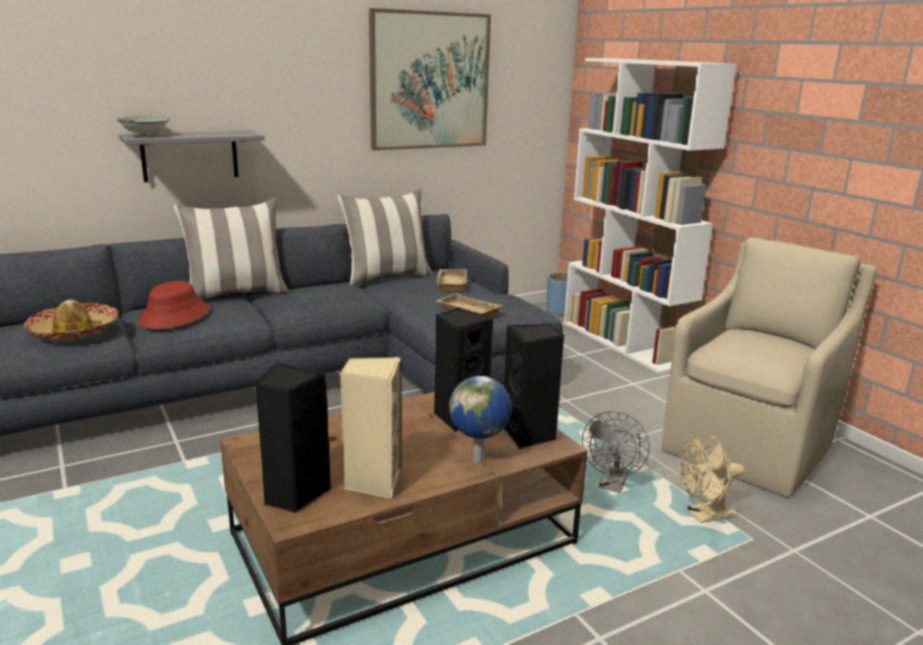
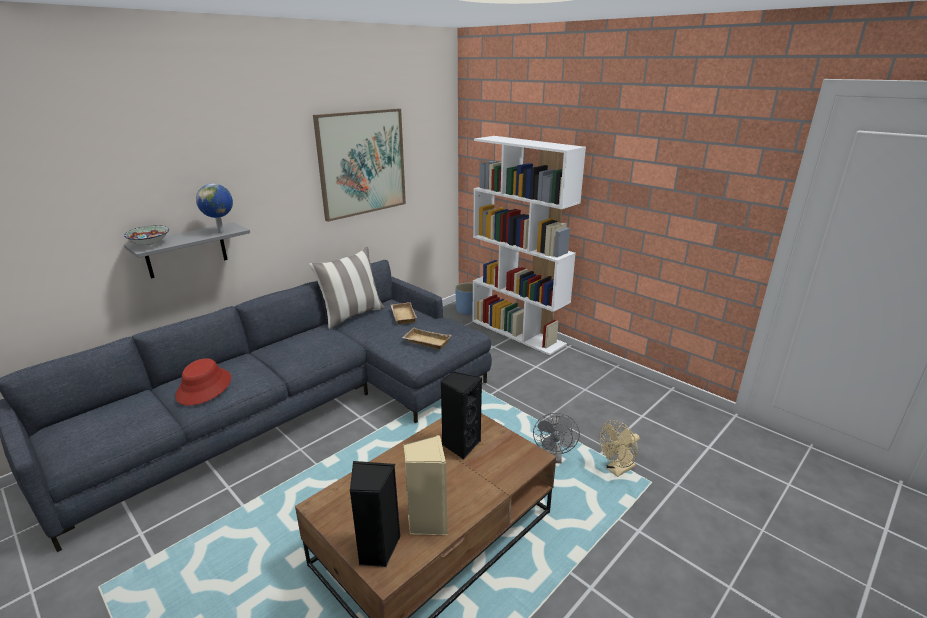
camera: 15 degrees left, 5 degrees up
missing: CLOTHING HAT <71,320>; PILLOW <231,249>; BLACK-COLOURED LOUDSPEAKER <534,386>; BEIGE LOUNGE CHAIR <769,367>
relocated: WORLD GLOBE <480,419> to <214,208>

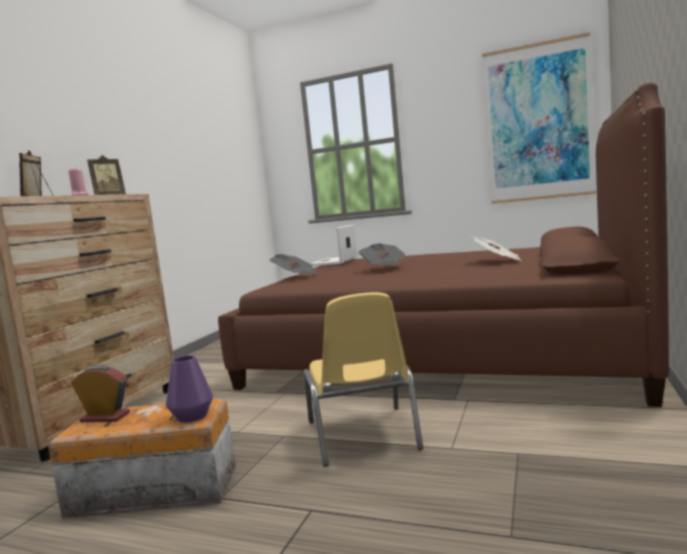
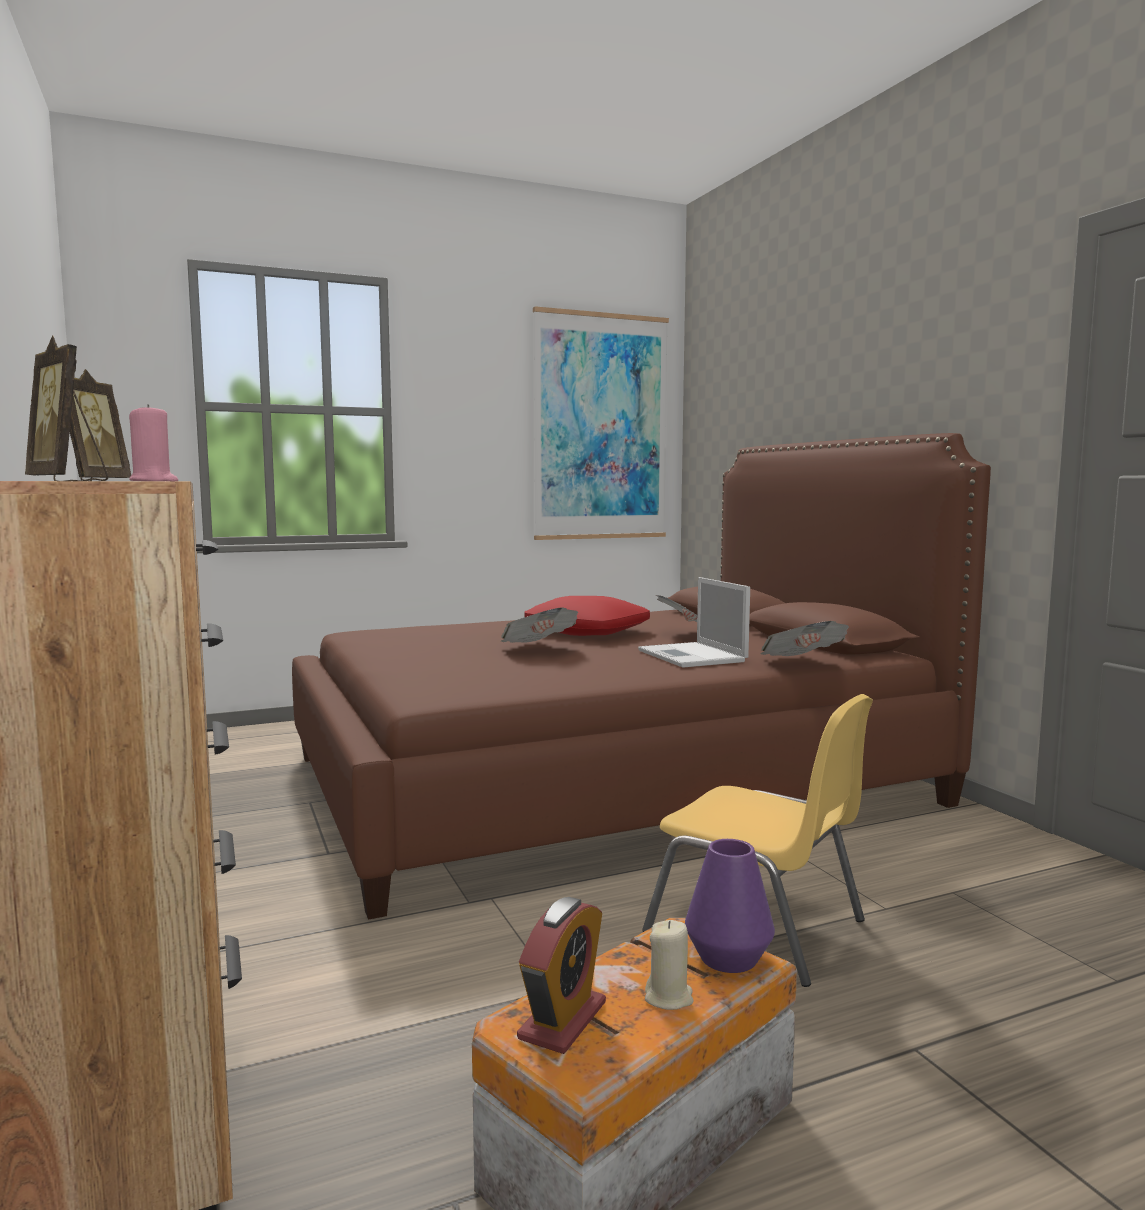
camera: 45 degrees left, 0 degrees up
appeared: RED-COLOURED PILLOW <587,616>; BEIGE CANDLE <669,965>
relocated: NOTEBOOK COMPUTER <333,245> to <694,622>; NEWSPAPER <293,264> to <804,638>
spun: ALARM CLOCK <100,393> = <561,975> 150 degrees clockwise

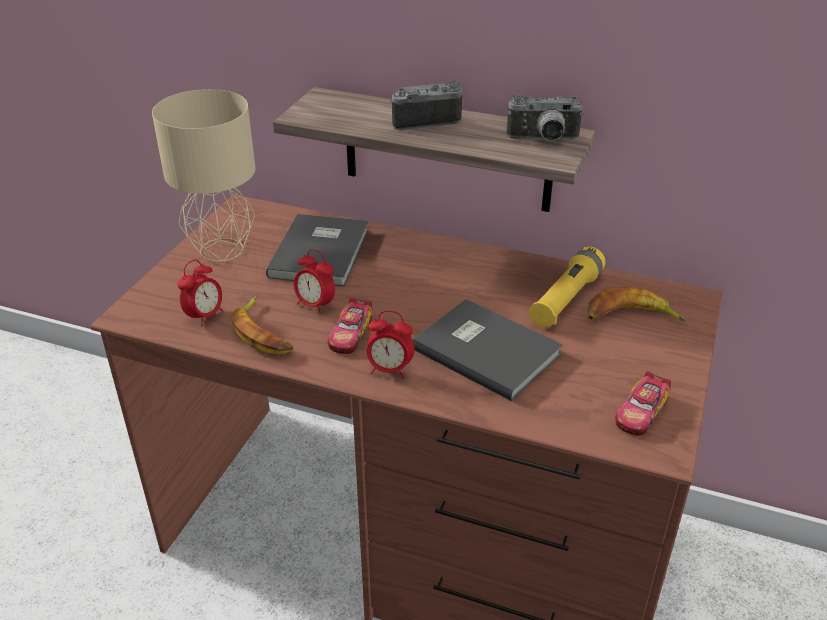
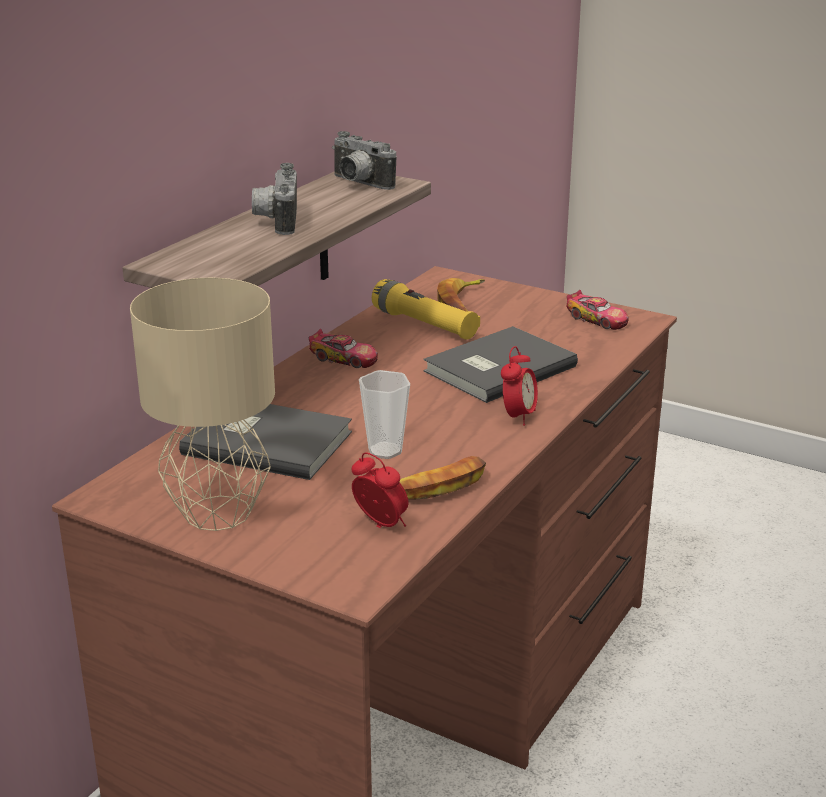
camera: 80 degrees left, 10 degrees down
relocated: MINIATURE CAR <350,326> to <343,348>
exchanged: ALARM CLOCK <314,282> to SMALL CUP <384,414>
spun: PHOTO CAMERA <545,117> = <364,160> 120 degrees clockwise

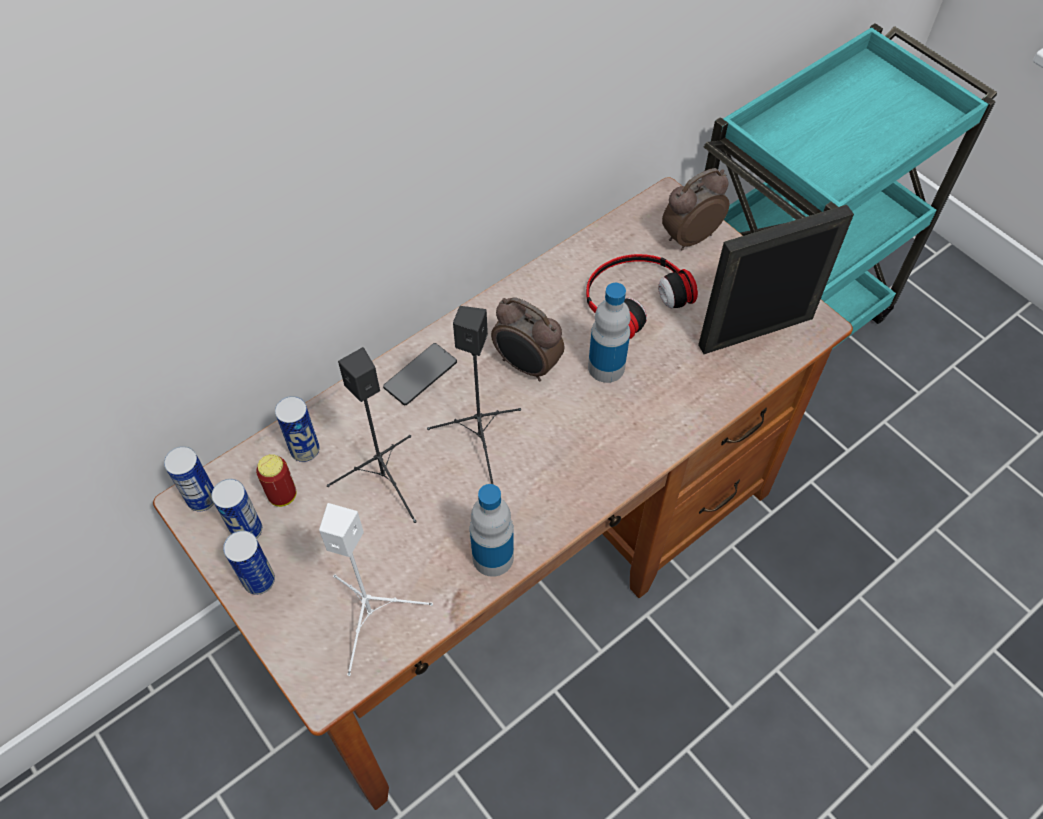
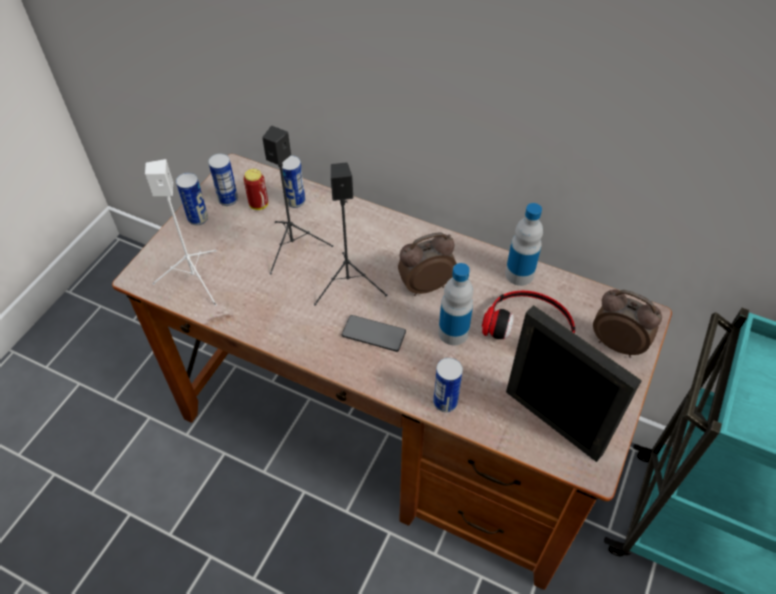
camera: 65 degrees right, 5 degrees down
relocated: HANDSET <420,374> to <374,333>; CAN <189,478> to <448,385>; BOTTLE <492,530> to <524,244>
spun: ALARM CLOCK <527,339> = <427,264> 60 degrees clockwise

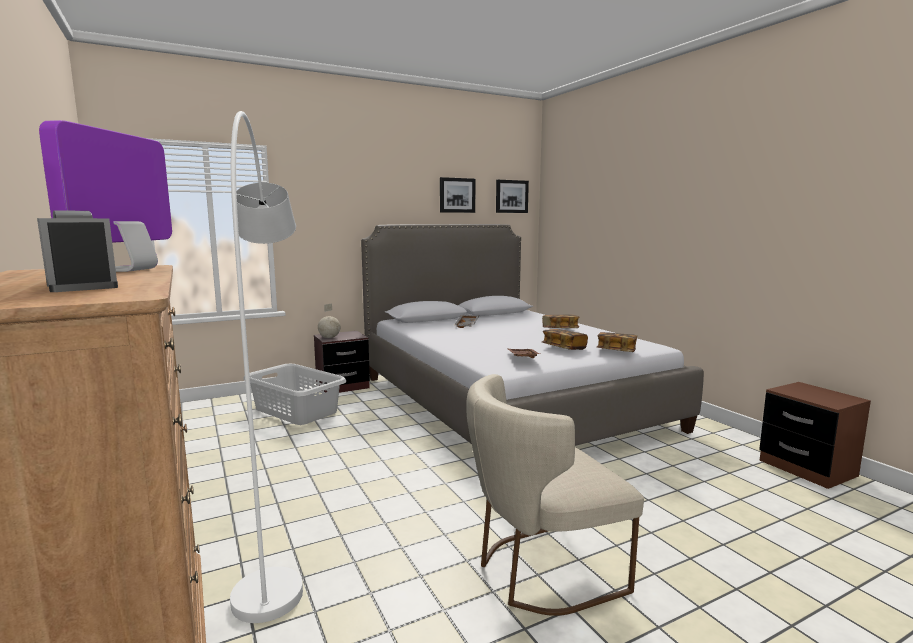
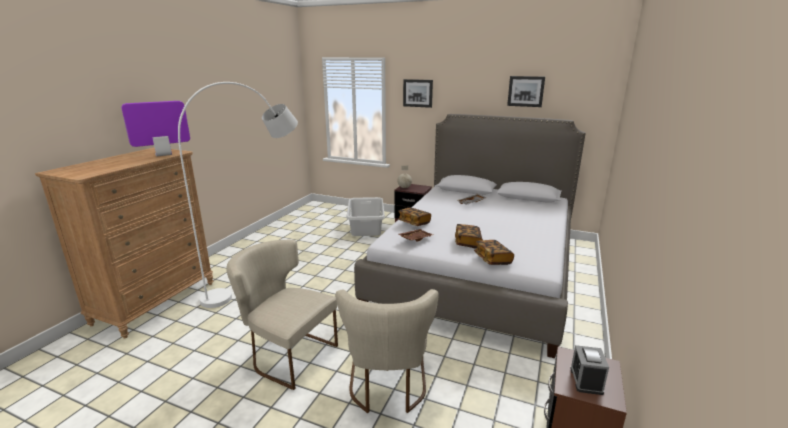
camera: 50 degrees right, 10 degrees up
appeared: BEIGE CHAIR <387,351>
relocated: BOOK <561,321> to <414,216>; WALL ART <512,196> to <418,93>; ALARM CLOCK <77,251> to <589,370>

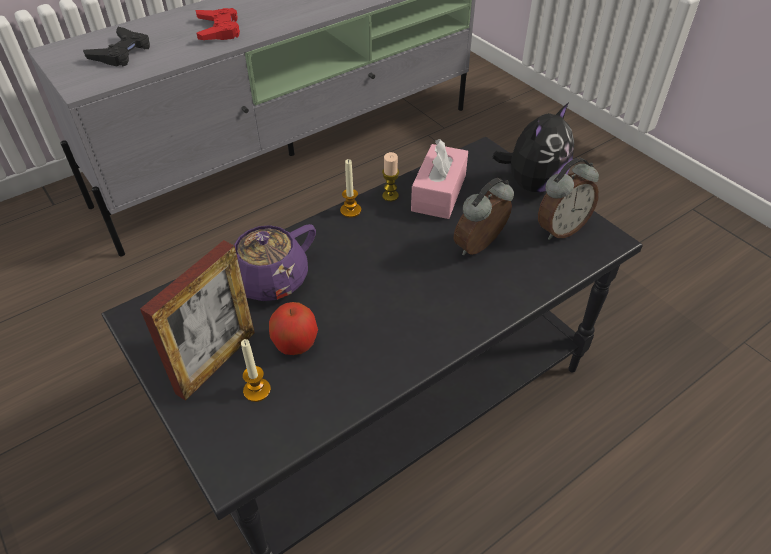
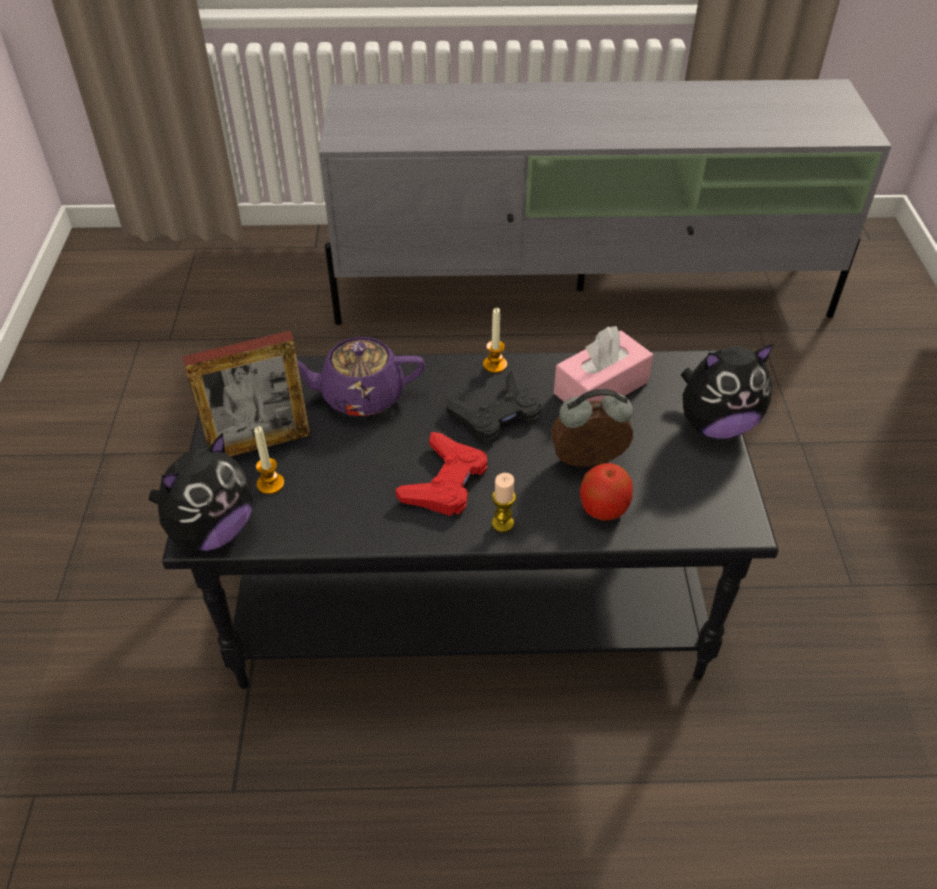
camera: 35 degrees right, 0 degrees up
missing: ALARM CLOCK <568,199>
appeared: CUDDLY TOY <200,492>
relocated: RED-COLOURED JOYPAD <218,24> to <441,474>; BLACK-COLOURED JOYPAD <116,46> to <493,406>; CANDLE <390,176> to <504,503>; APPLE <293,328> to <606,492>

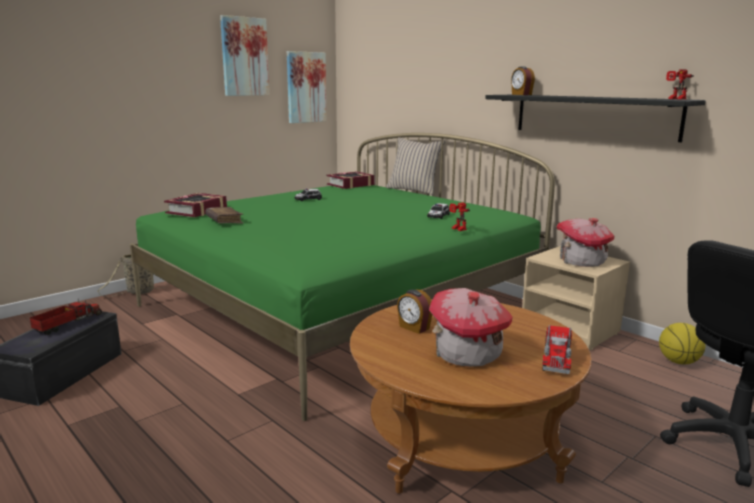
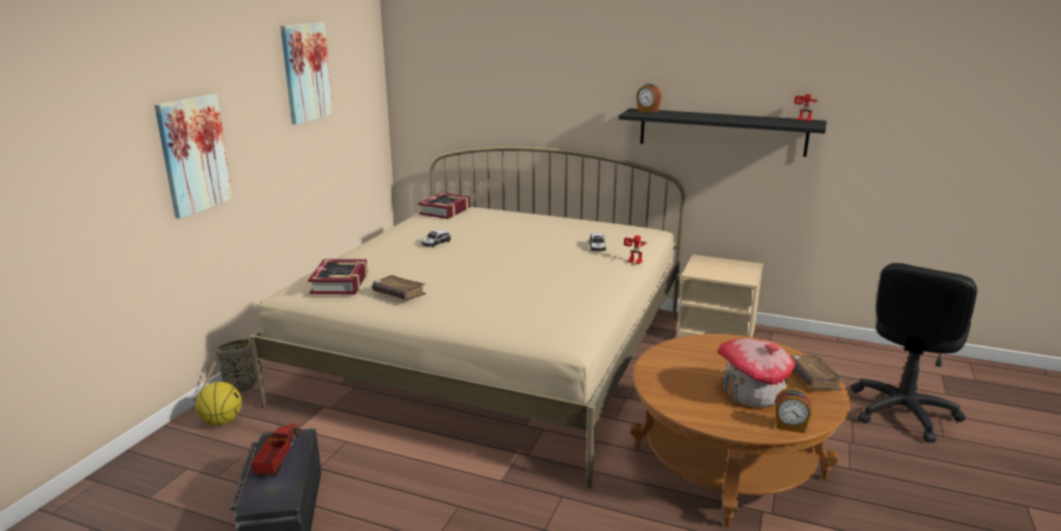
camera: 25 degrees left, 5 degrees up
missing: BEIGE PILLOW <415,166>; MINIATURE HOUSE <585,242>
relocated: WALL ART <307,87> to <193,156>; BASKETBALL BALL <682,344> to <218,404>; ALARM CLOCK <414,312> to <793,410>
exchanged: TOY LORRY <557,349> to BROWNISH BOOK <817,372>
colour: GREENISH SLEEPING BED <342,277> to BEIGE SLEEPING BED <467,317>

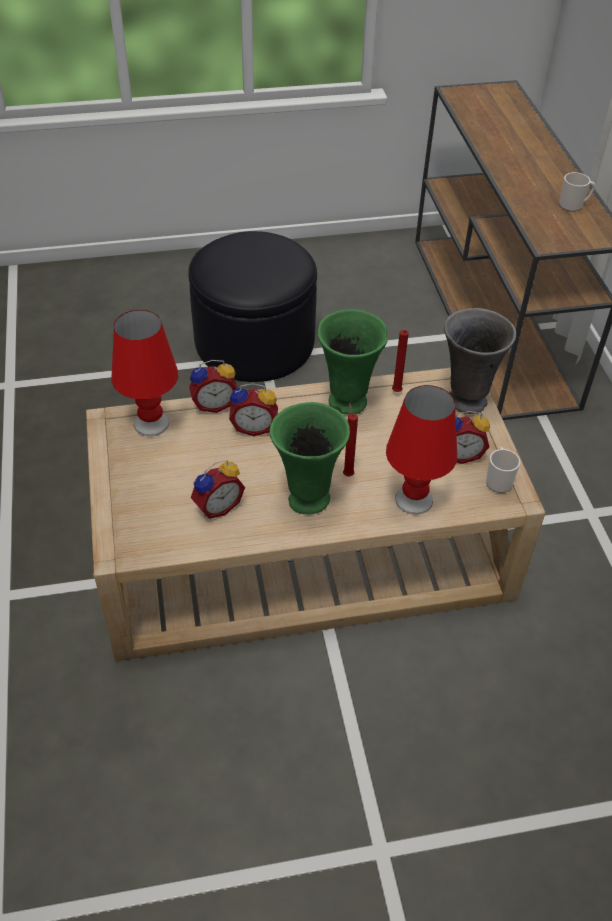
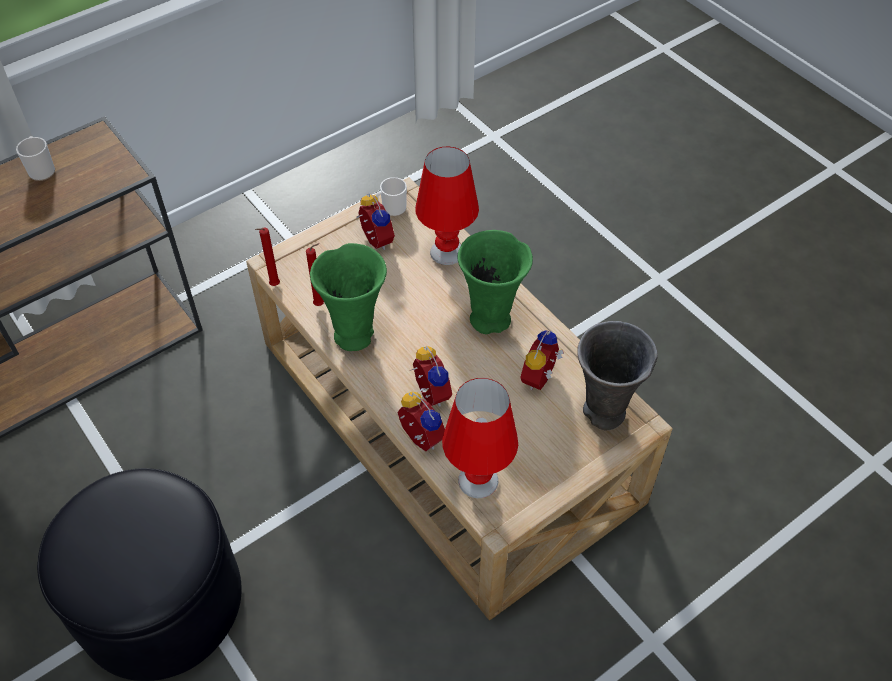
camera: 115 degrees left, 5 degrees up
relocated: RED-COLOURED CANDLE <350,439> to <267,257>; GREY VASE <480,361> to <617,375>
spun: ALARM CLOCK <218,489> = <542,360> 90 degrees counterclockwise

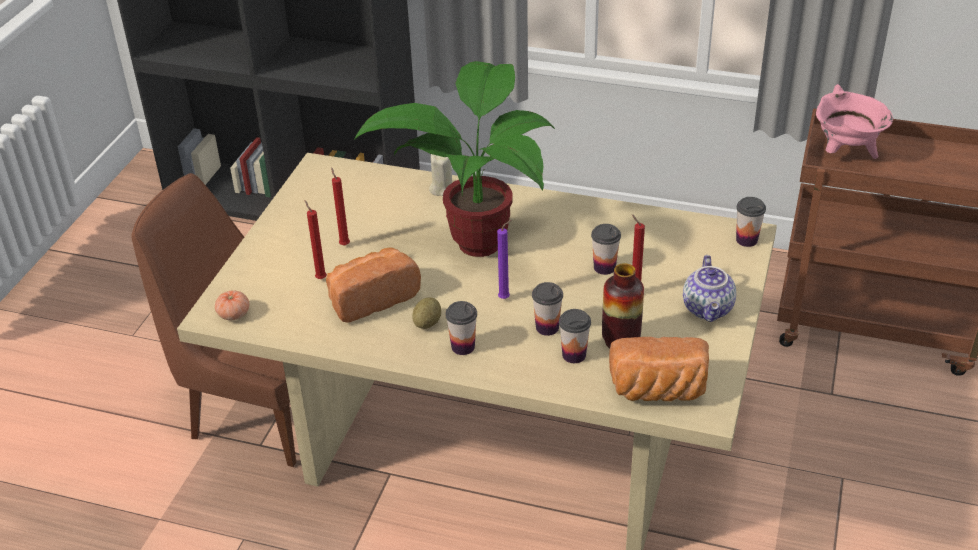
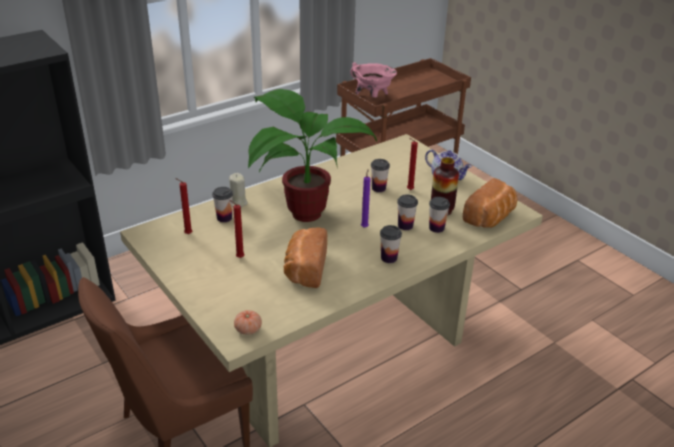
camera: 55 degrees left, 5 degrees down
missing: POTATO <427,313>
relocated: RED-COLOURED CANDLE <316,239> to <183,206>; SMALL CUP <751,222> to <222,204>

